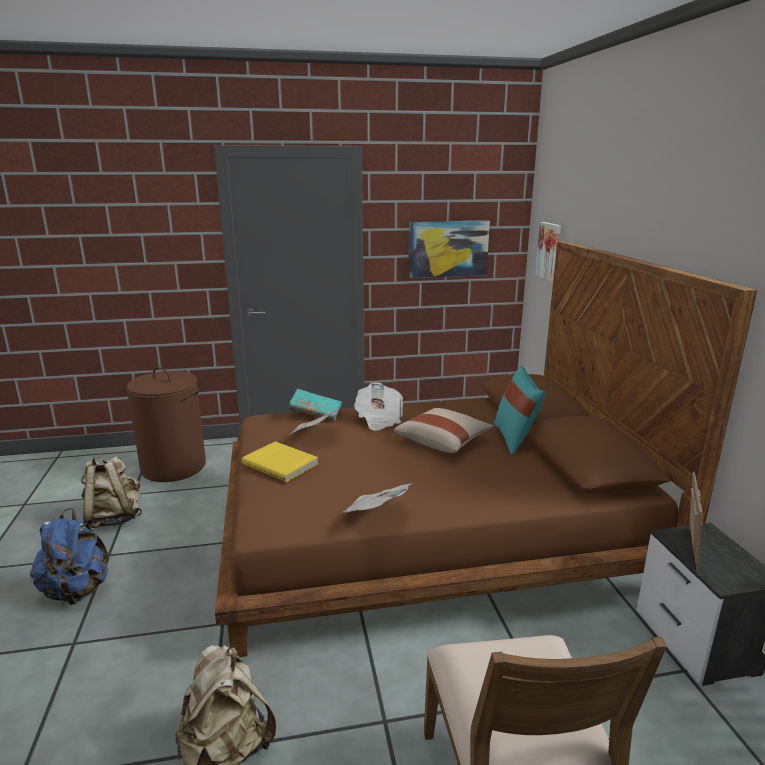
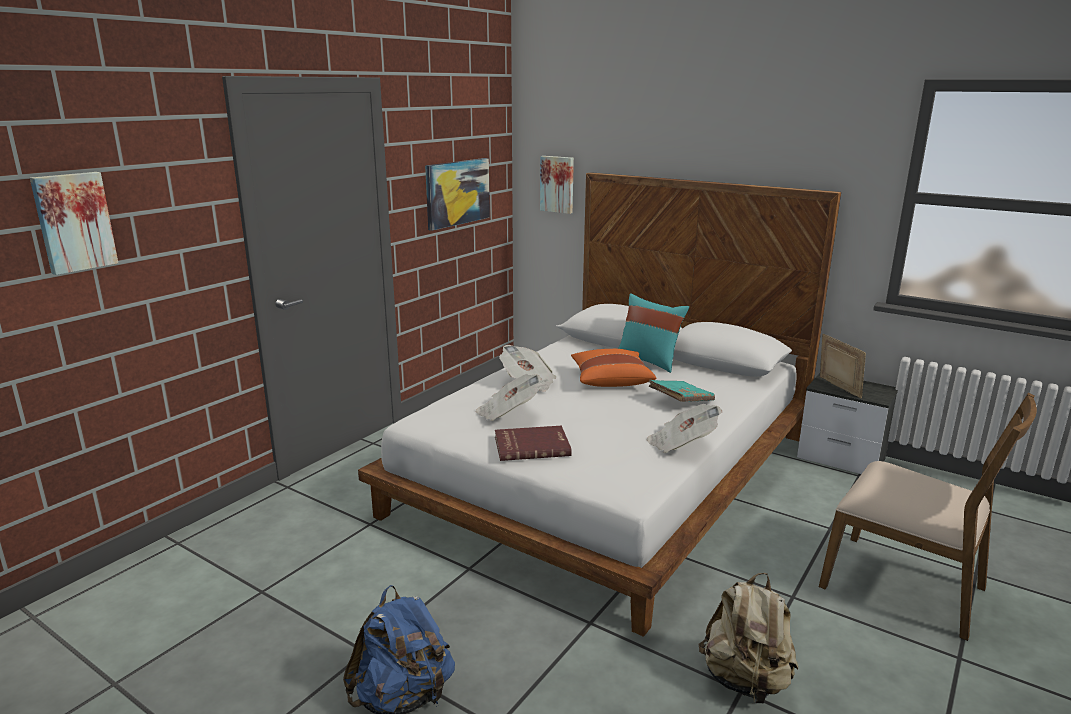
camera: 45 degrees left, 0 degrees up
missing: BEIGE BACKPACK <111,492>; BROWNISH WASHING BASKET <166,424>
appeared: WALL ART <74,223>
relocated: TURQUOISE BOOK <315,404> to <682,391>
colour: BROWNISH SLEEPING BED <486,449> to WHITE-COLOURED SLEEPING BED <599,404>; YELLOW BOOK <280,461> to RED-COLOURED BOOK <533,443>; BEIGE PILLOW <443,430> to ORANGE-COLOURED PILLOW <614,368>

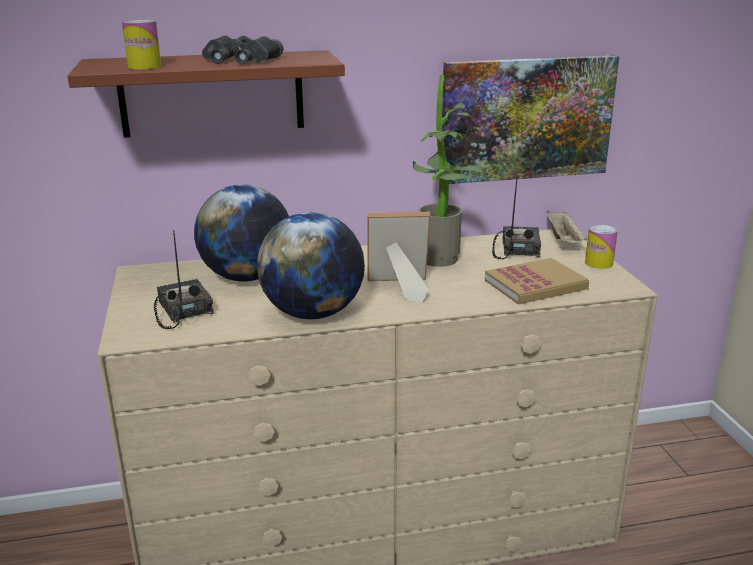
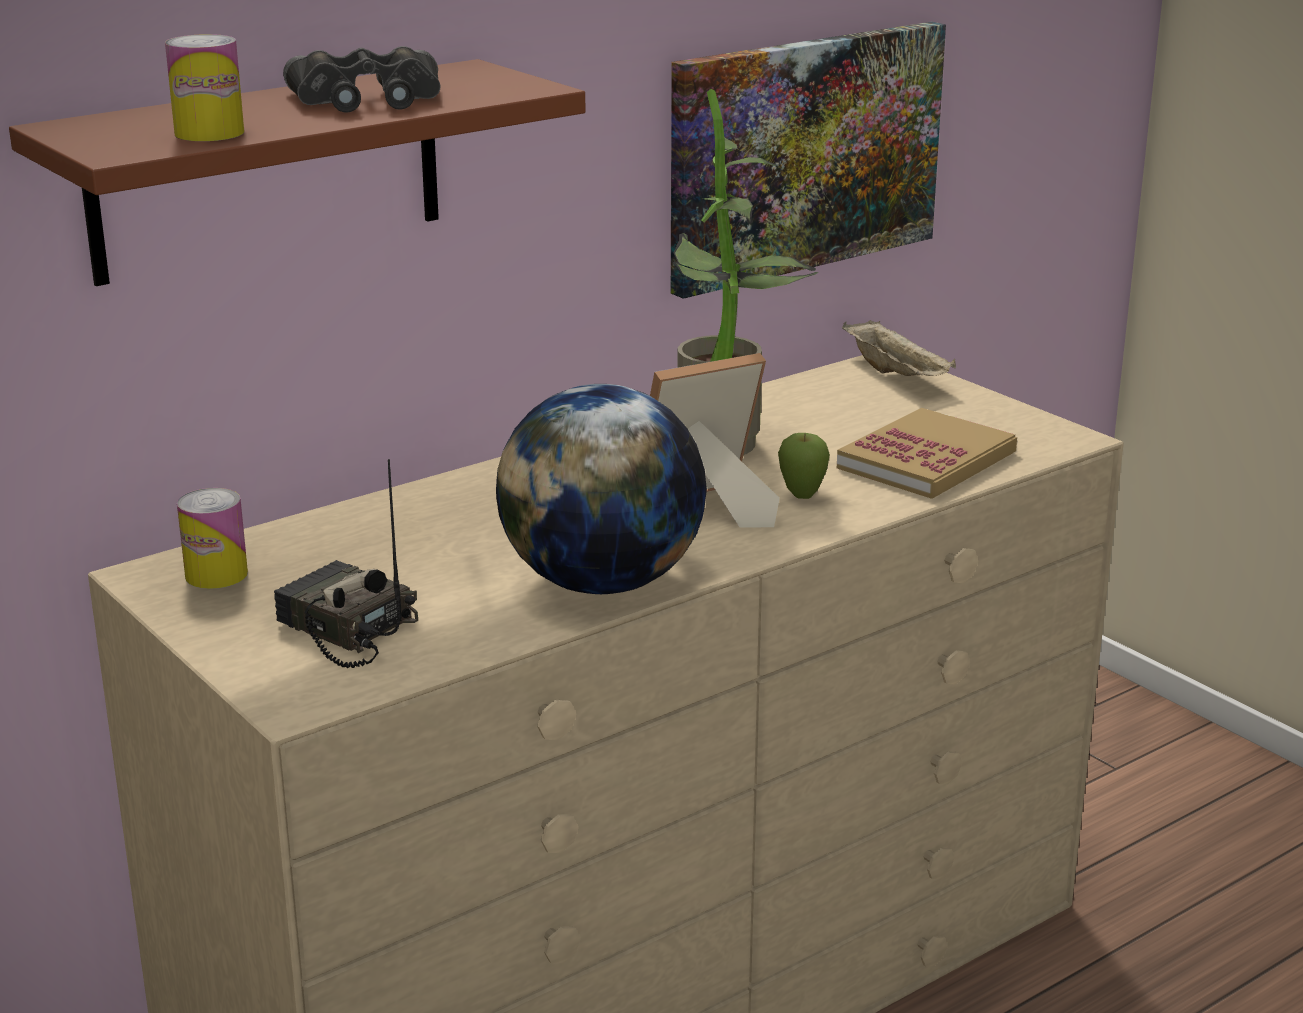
camera: 25 degrees left, 0 degrees up
missing: WORLD GLOBE <241,233>; RADIO <516,219>
appeared: APPLE <804,466>
relocated: CAN <601,246> to <212,538>

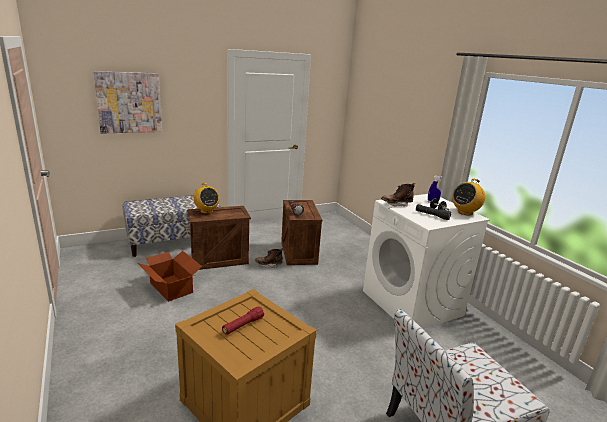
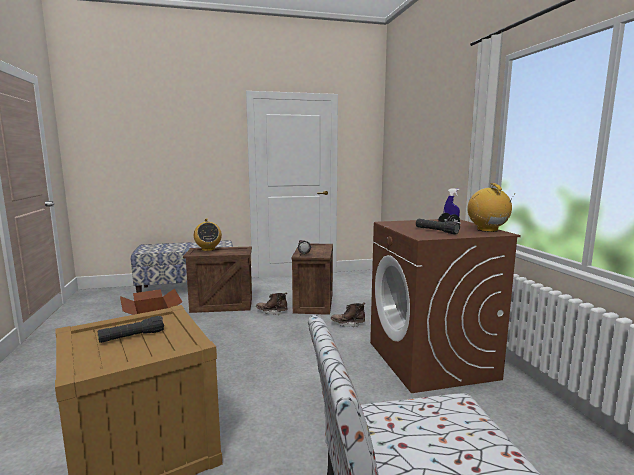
camera: 15 degrees right, 10 degrees down
missing: WALL ART <127,102>
relocated: BROWNISH TALL BOOT <398,195> to <348,314>
colour: RED-COLOURED HAND TORCH <243,320> to BLACK-COLOURED HAND TORCH <131,329>; WHITE-COLOURED LAUNDRY APPLIANCE <426,261> to BROWNISH LAUNDRY APPLIANCE <445,306>
spun: RADIO <468,197> = <491,207> 105 degrees clockwise

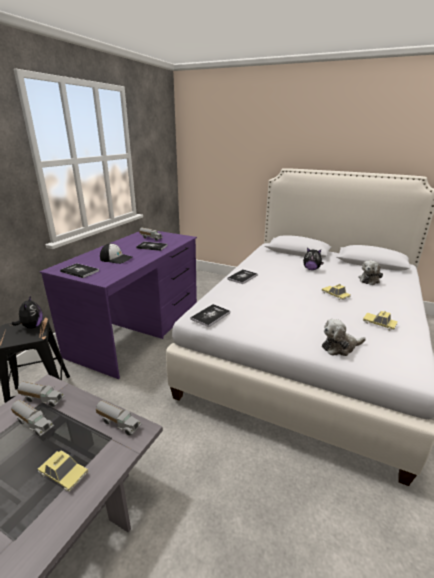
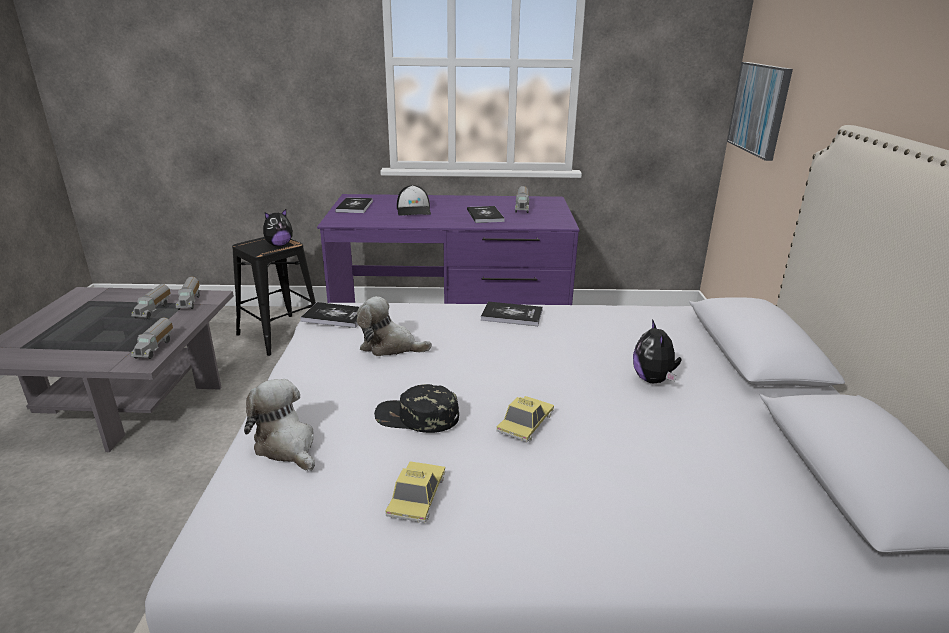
camera: 65 degrees right, 0 degrees up
missing: MINIATURE CAR <63,471>
appeared: BLACK-COLOURED PEAKED CAP <416,408>; WALL ART <760,111>
relocated: CUDDLY TOY <370,272> to <394,326>

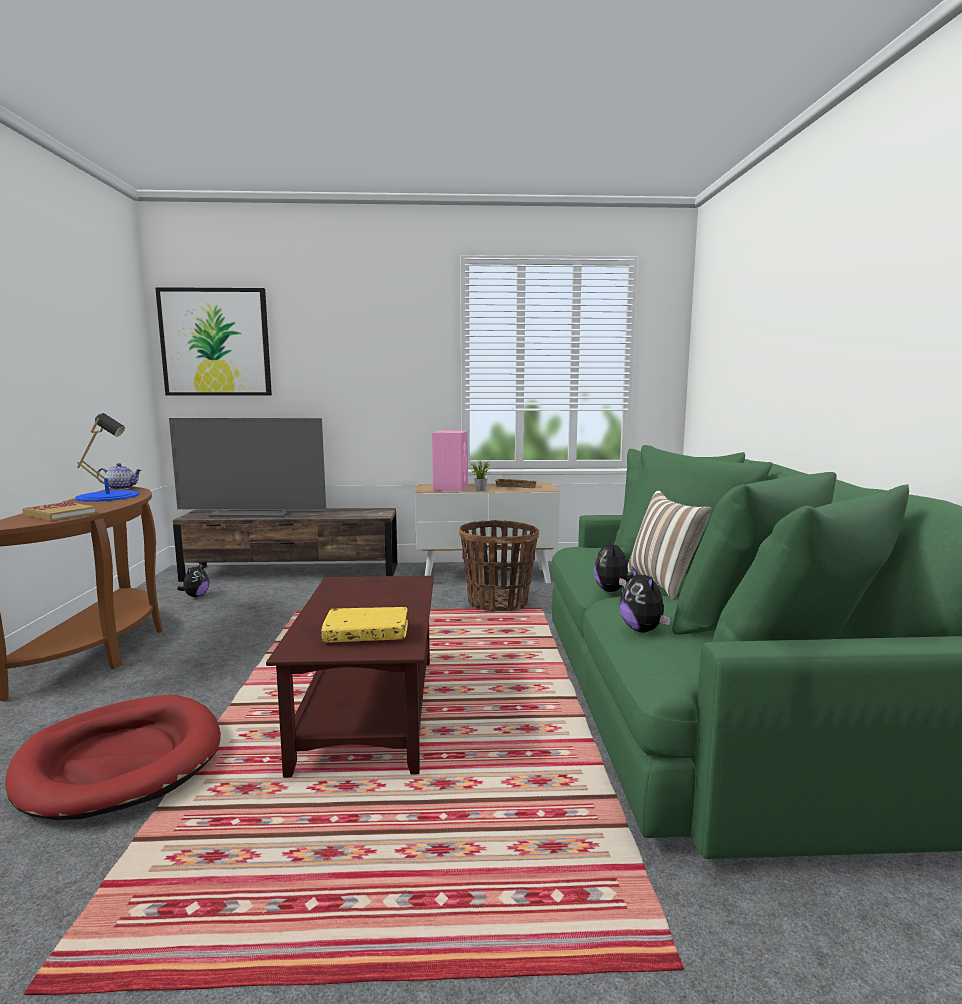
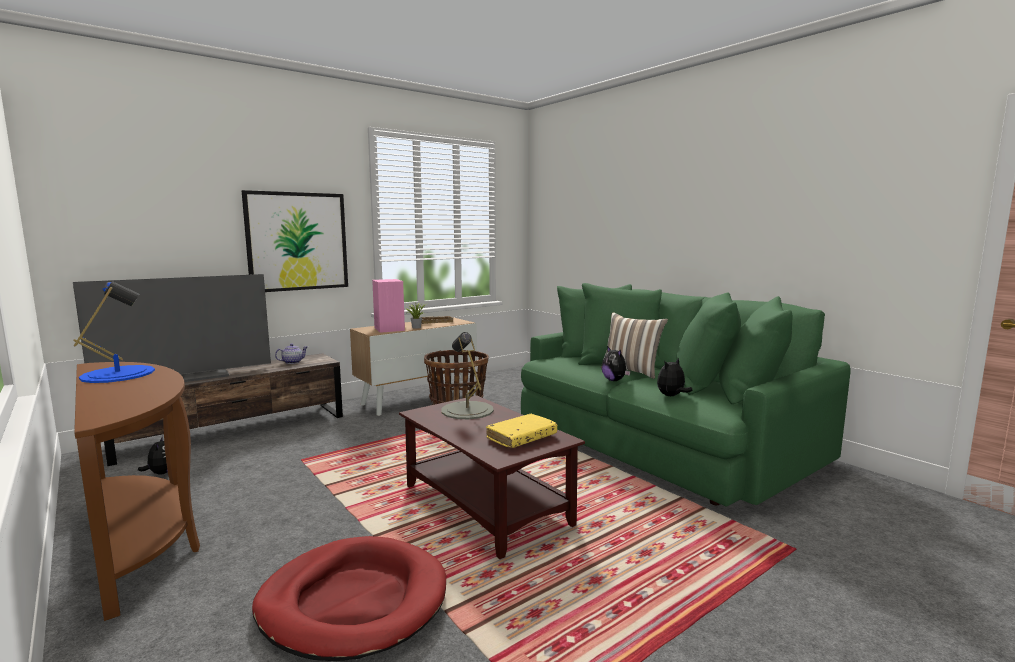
camera: 35 degrees left, 0 degrees up
missing: BOOK <59,511>
appeared: GREY TABLE LAMP <467,375>
relocated: WALL ART <213,341> to <295,241>; POT FOR TEA <119,476> to <291,354>
spun: CUDDLY TOY <645,599> = <674,377> 105 degrees clockwise

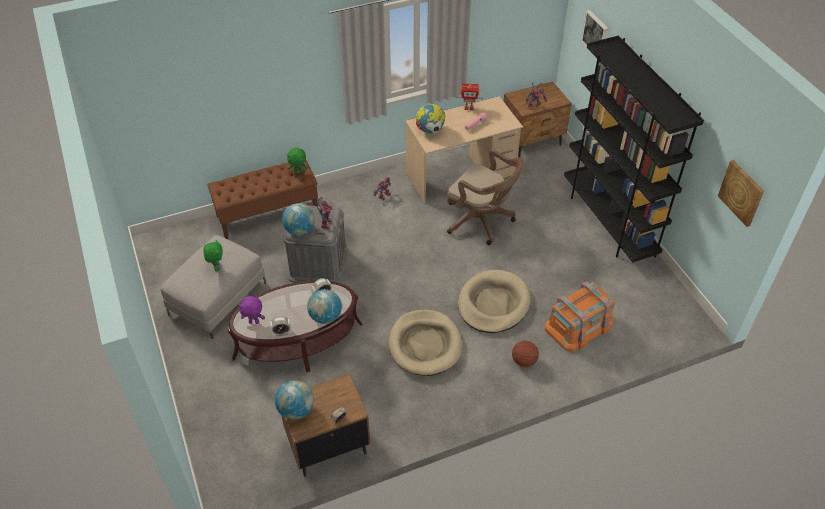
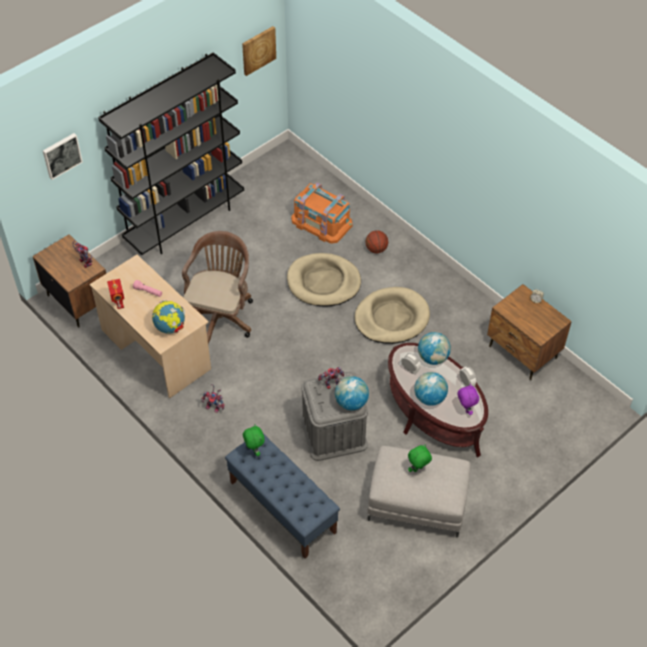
camera: 110 degrees left, 5 degrees up
relocated: WORLD GLOBE <294,400> to <431,389>
colour: BROWNISH BENCH <262,199> to BLUISH BENCH <282,496>

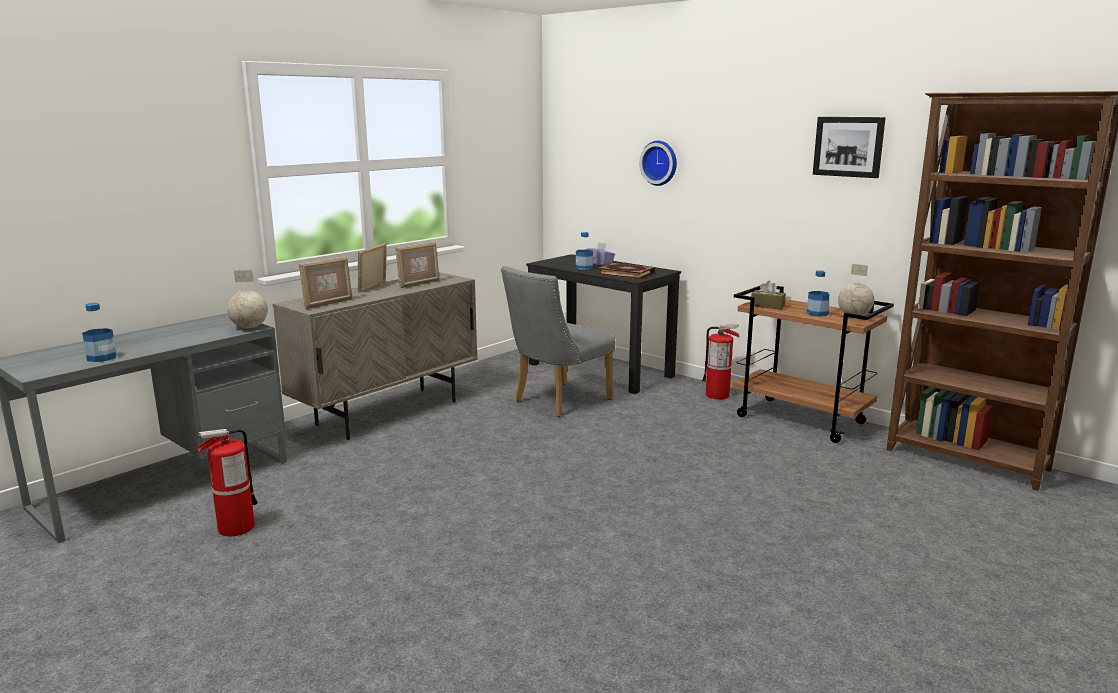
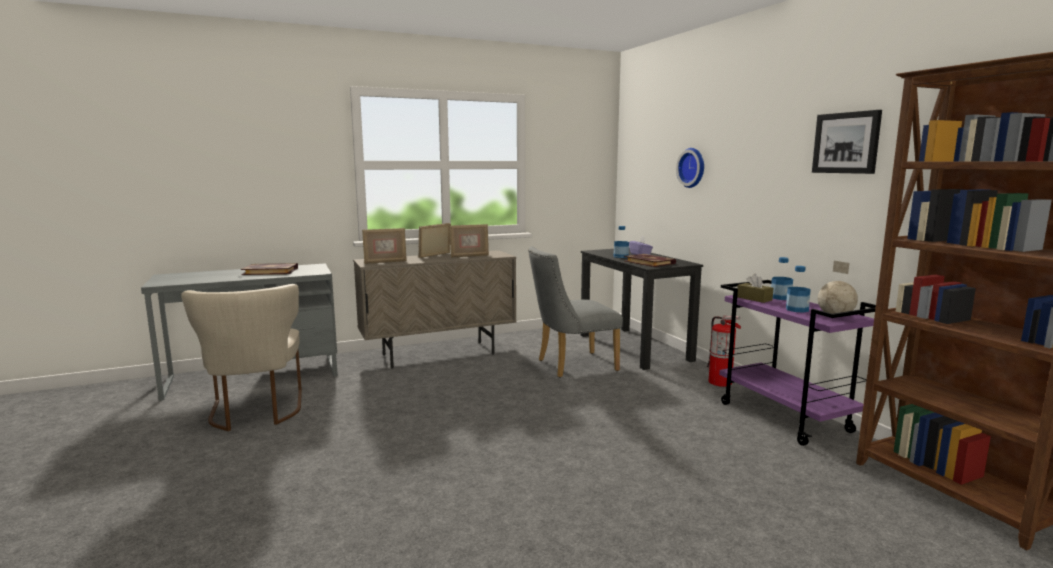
camera: 25 degrees right, 5 degrees down
missing: WORLD GLOBE <247,299>
appeared: BOOK <269,269>
relocated: BOTTLE <99,332> to <782,278>
exchanged: FIRE-FIGHTING CYLINDER <227,482> to BEIGE CHAIR <241,357>
colour: BROWNISH WHEELED CART <813,364> to PURPLE-COLOURED WHEELED CART <797,363>

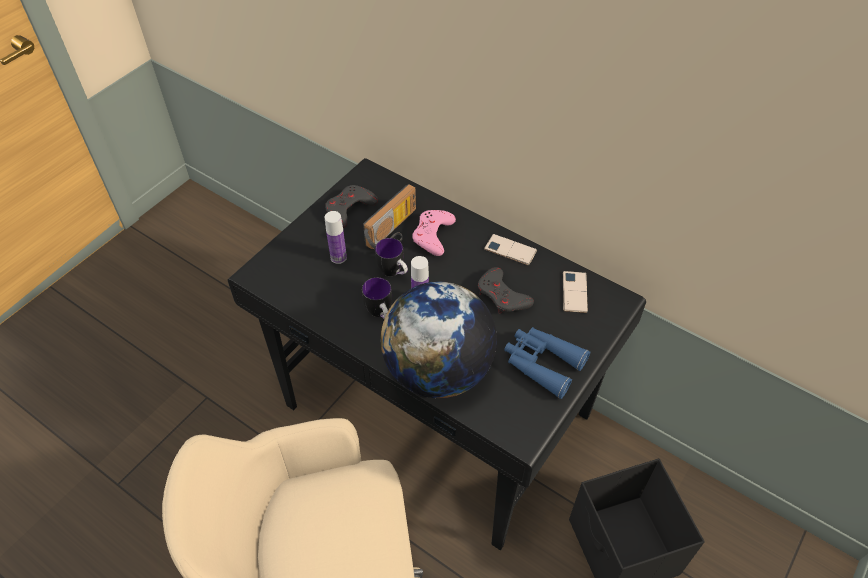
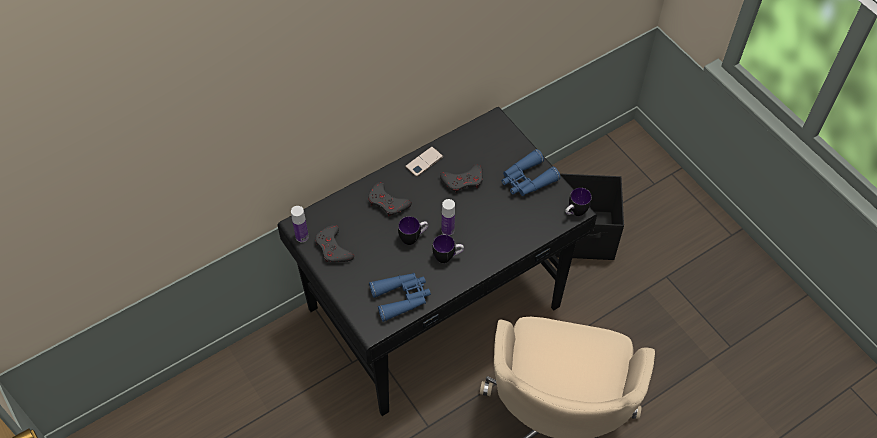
camera: 70 degrees left, 5 degrees up
missing: RADIO <389,216>; WORLD GLOBE <439,339>; HANDSET <575,292>
appeared: BLUISH BINOCULARS <400,297>; TEA MUG <578,202>
relocated: BOTTLE <336,237> to <300,224>
colour: PINK-COLOURED JOYPAD <434,233> to GREY JOYPAD <390,199>

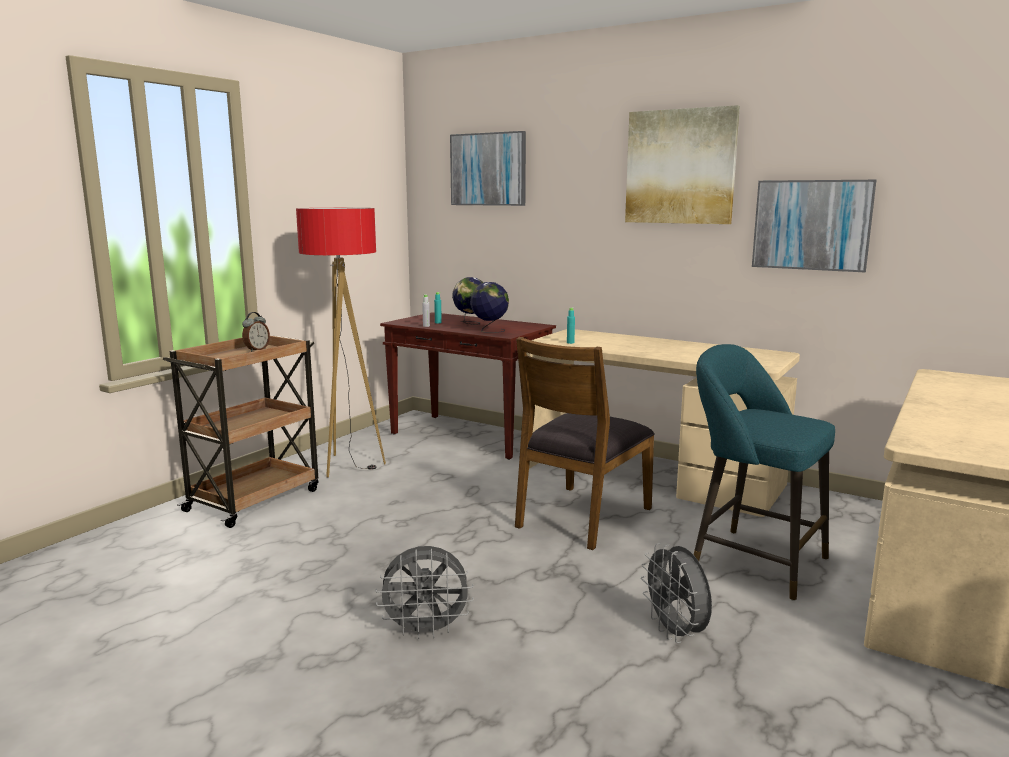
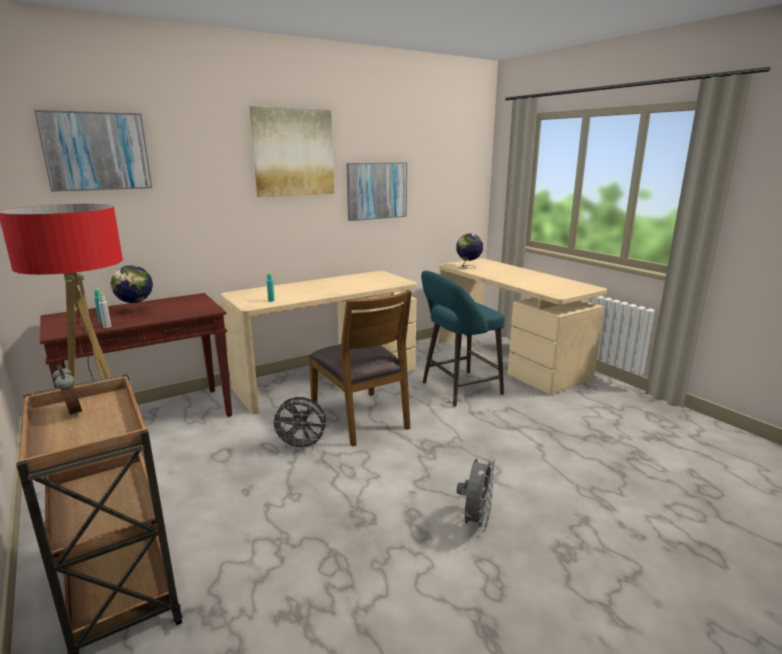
camera: 65 degrees left, 5 degrees up
relocated: GREY COOLING FAN <676,593> to <299,424>; WORLD GLOBE <489,307> to <469,251>

